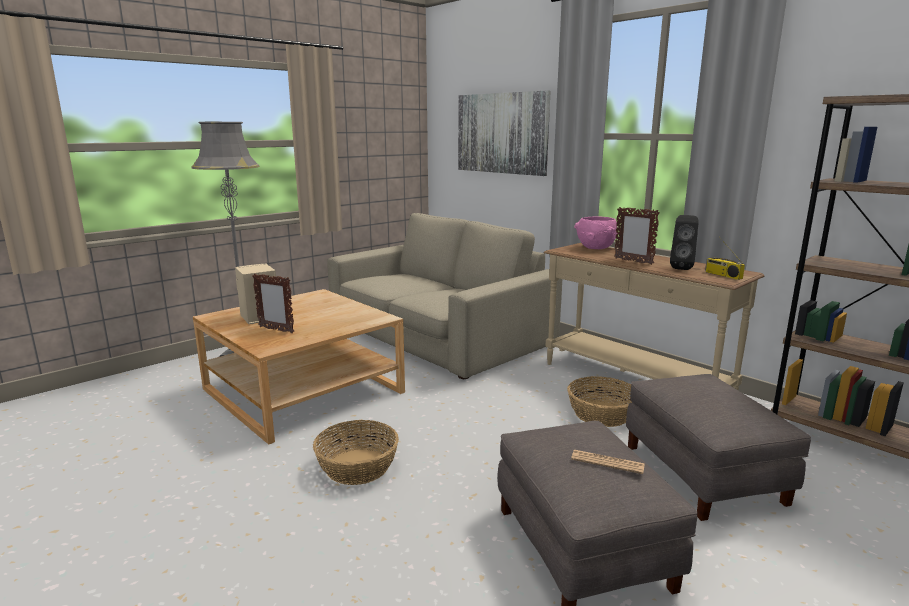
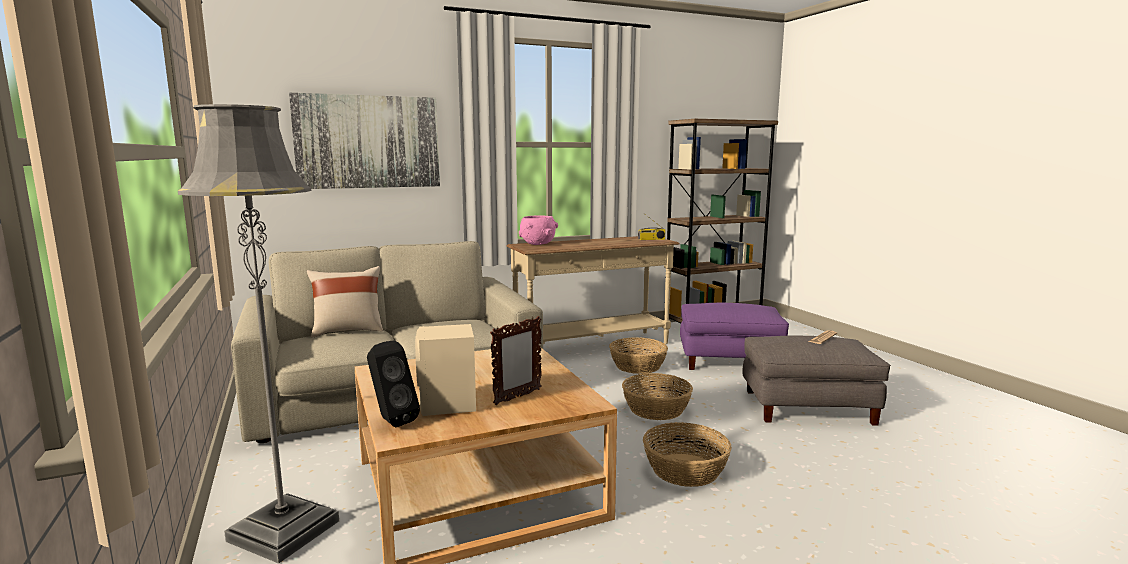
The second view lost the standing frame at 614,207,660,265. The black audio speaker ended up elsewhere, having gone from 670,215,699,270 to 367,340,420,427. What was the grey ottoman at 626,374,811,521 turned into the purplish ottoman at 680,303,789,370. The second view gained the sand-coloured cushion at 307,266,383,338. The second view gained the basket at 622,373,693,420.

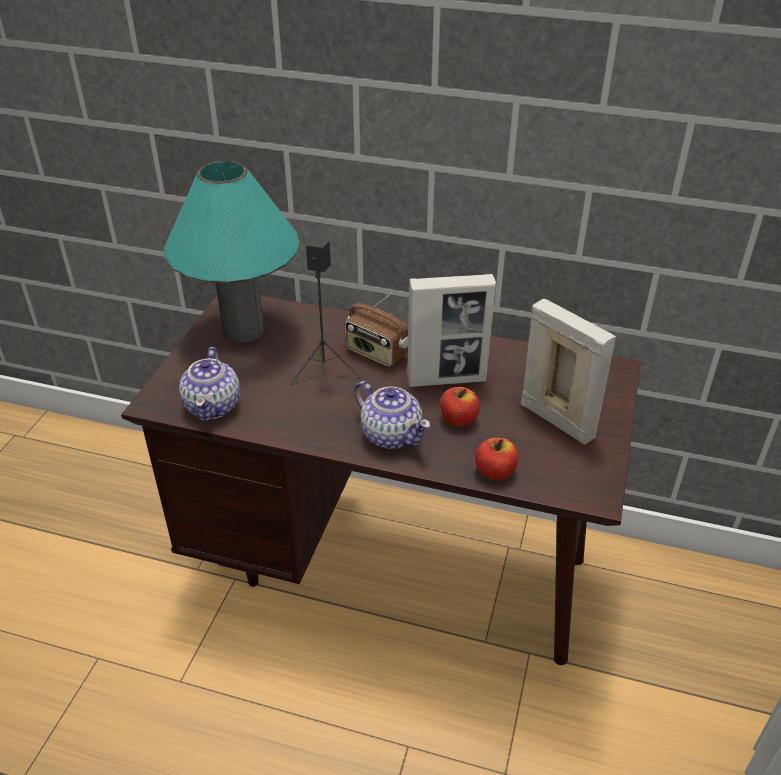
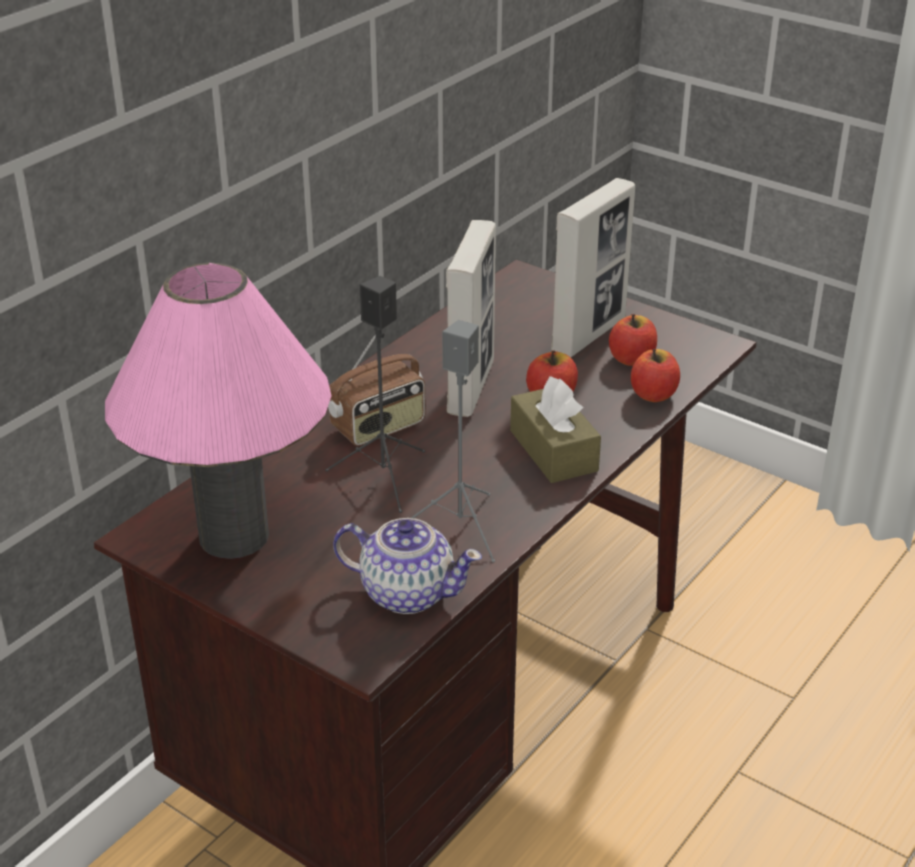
What was the blue-green tabletop lamp at 164,161,300,343 turned into the pink tabletop lamp at 105,263,331,559. The standing frame at 521,299,616,445 ended up facing another way, 150 degrees clockwise from before. Where the teapot stood at 354,381,431,449, the brown-coloured tissue box came to stand at 510,376,601,483. The second view gained the apple fruit at 609,314,657,366. The second view gained the grey audio speaker at 411,320,495,563.

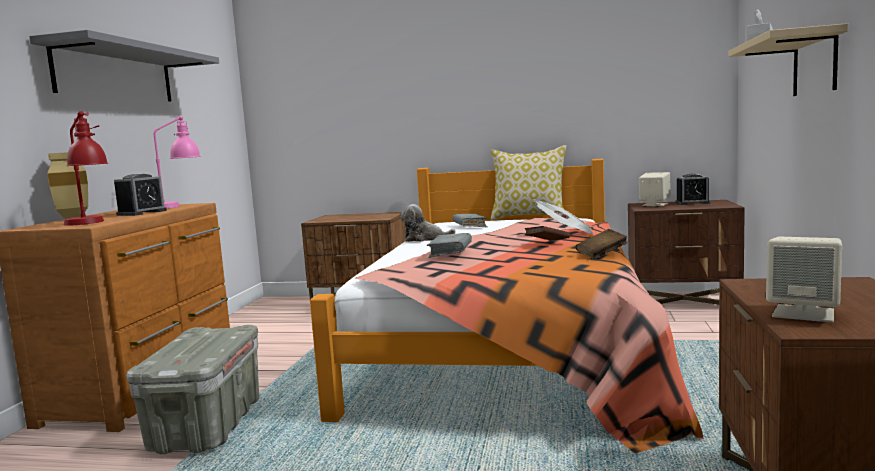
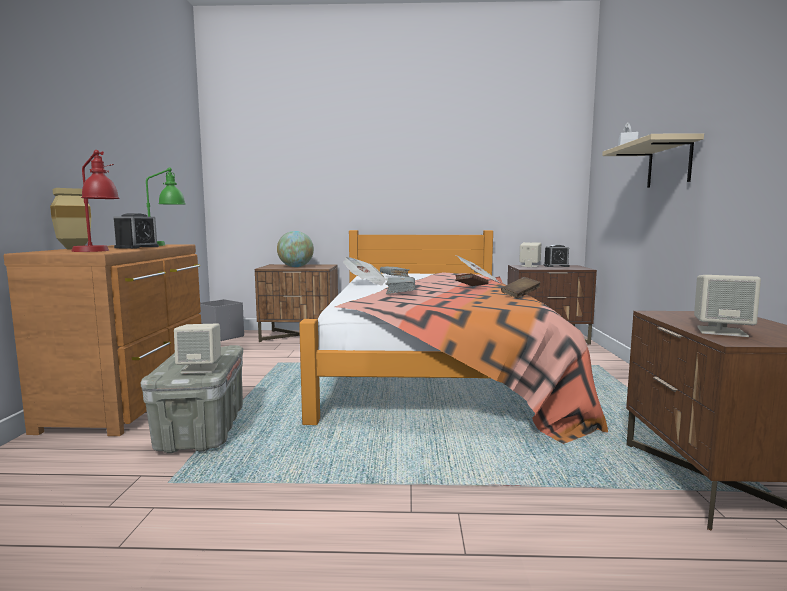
The second view lost the grey wall shelf at 29,30,219,101. What was the pink tabletop lamp at 154,115,201,209 turned into the greenish tabletop lamp at 146,168,185,246. The second view lost the cushion at 491,145,566,220. Where the plush toy stood at 400,204,455,242, the newspaper came to stand at 343,257,387,285. The second view gained the world globe at 277,231,314,267. The second view gained the grey storage box at 199,299,244,341. The second view gained the sand-coloured audio speaker at 174,324,221,374.

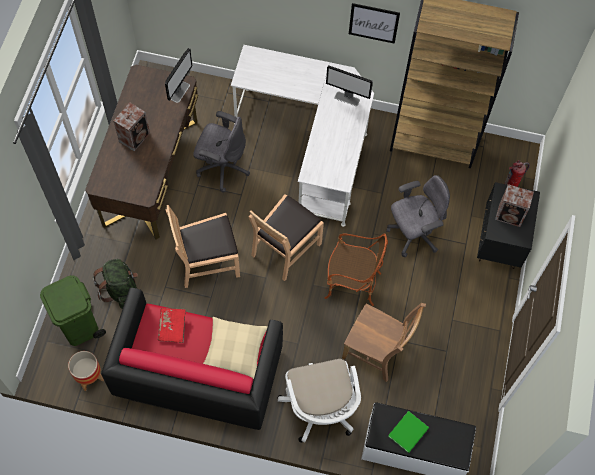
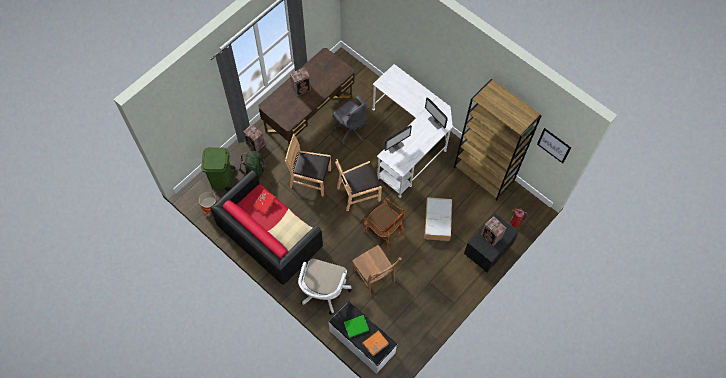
The wall picture ended up elsewhere, having gone from 349,3,400,44 to 537,128,571,163. The computer display ended up elsewhere, having gone from 165,48,193,103 to 384,125,412,154. Where the grey office chair stood at 386,175,450,257, the storage box came to stand at 424,197,452,241. The second view gained the audio speaker at 243,124,265,152. The second view gained the orange book at 362,331,389,356.

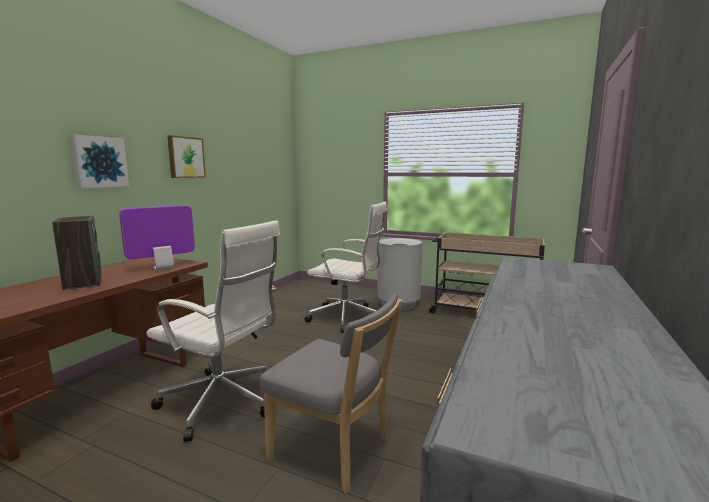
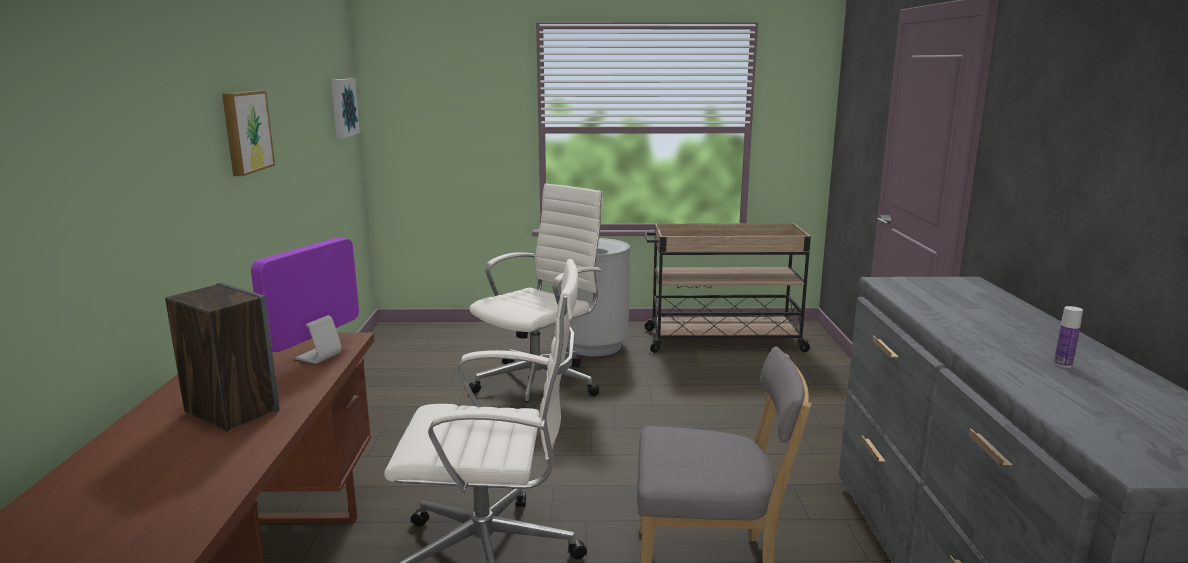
The wall picture ended up elsewhere, having gone from 70,135,129,188 to 331,79,360,139. The white office chair at 305,202,387,333 ended up facing another way, 45 degrees counterclockwise from before. The second view gained the beverage bottle at 1054,306,1083,368.

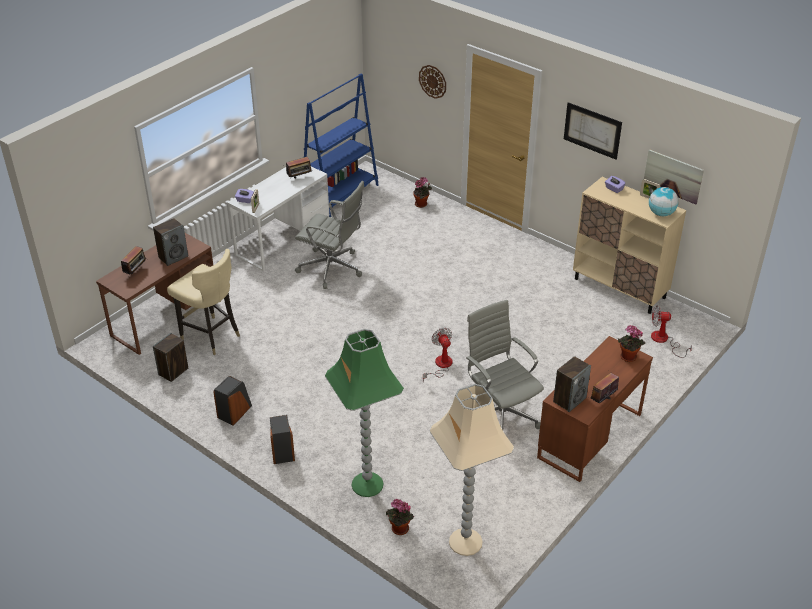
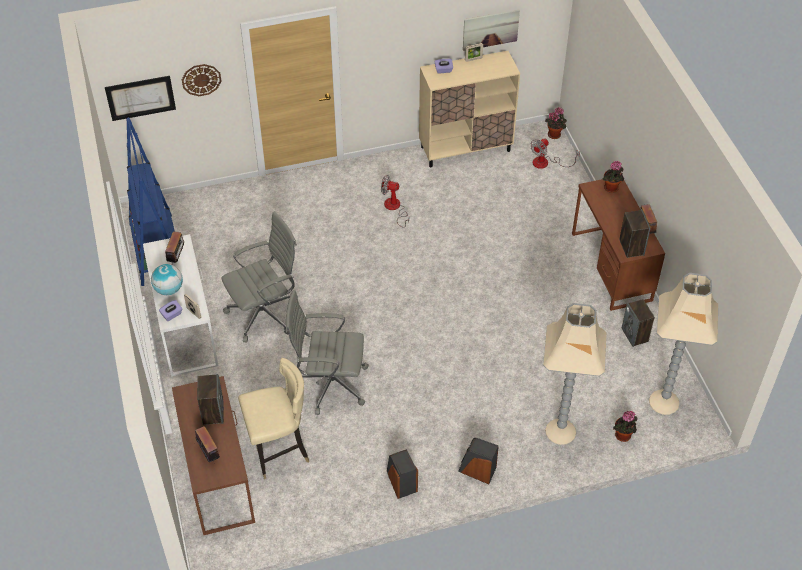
The wall picture ended up elsewhere, having gone from 564,102,622,160 to 105,76,176,121. The houseplant ended up elsewhere, having gone from 413,177,432,208 to 545,107,567,139. The world globe ended up elsewhere, having gone from 649,187,679,216 to 151,264,183,295. The grey office chair ended up elsewhere, having gone from 466,300,544,430 to 286,290,369,415. The fan ended up elsewhere, having gone from 423,328,453,382 to 381,175,409,228. What was the greenish floor lamp at 325,329,404,497 turned into the sand-coloured floor lamp at 543,303,607,445. The audio speaker ended up elsewhere, having gone from 153,333,188,382 to 622,299,655,347.

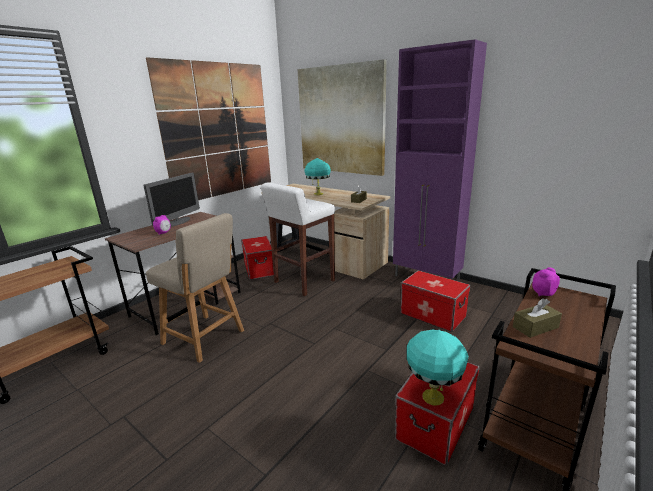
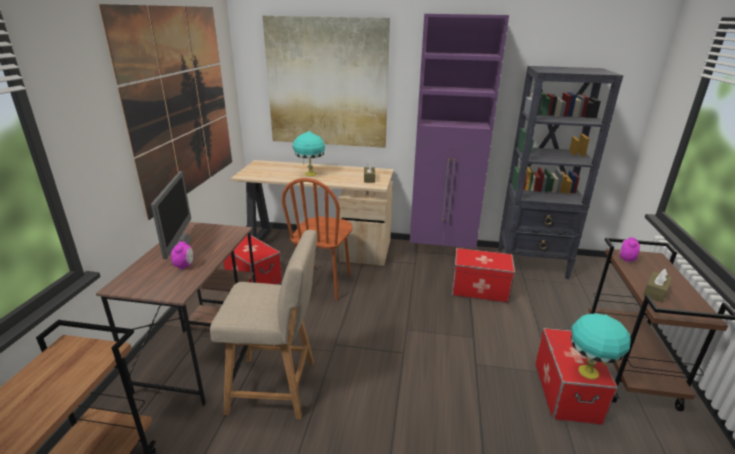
Where the white stool seat stood at 261,182,335,296, the brown-coloured upright chair came to stand at 282,178,353,300. The second view gained the black shelving unit at 498,66,623,279.

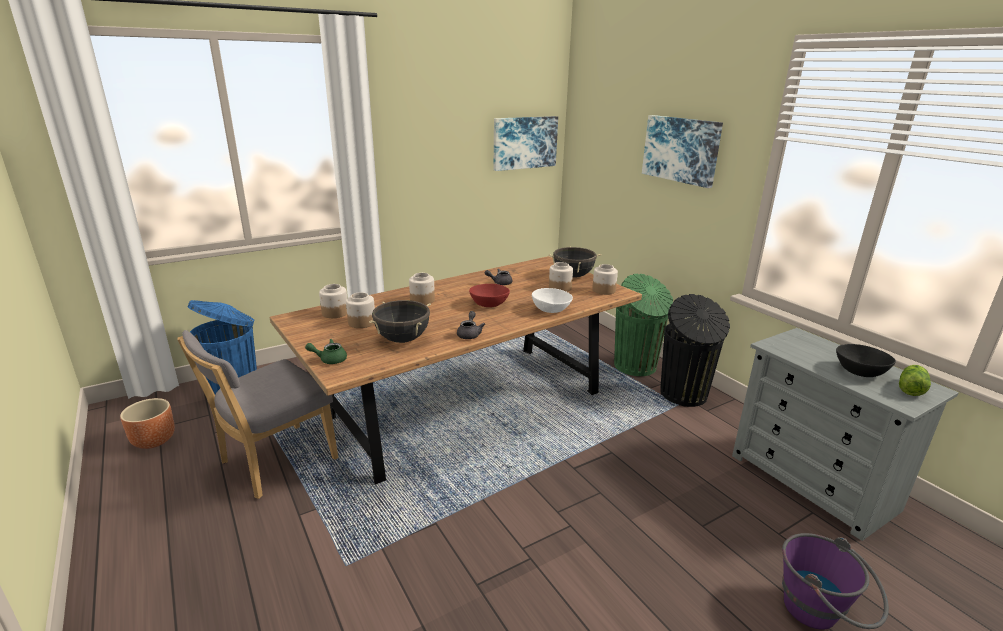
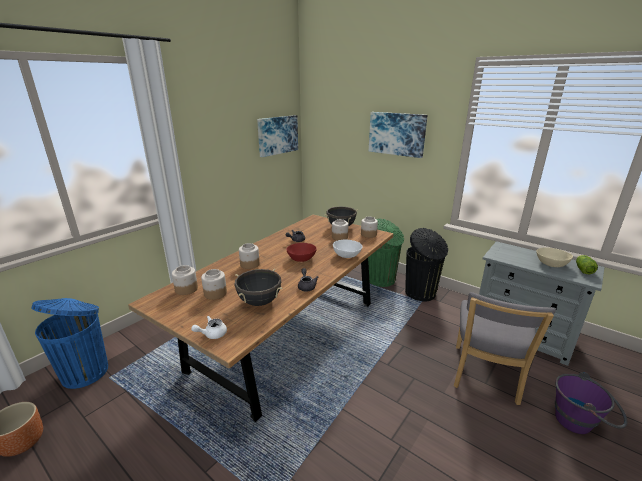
The grey upright chair ended up elsewhere, having gone from 178,330,339,499 to 454,292,556,405. What was the greenish teapot at 305,339,347,364 turned into the white teapot at 191,316,227,339. What was the black deep dish at 836,344,896,377 turned into the sand-coloured deep dish at 536,247,573,267.

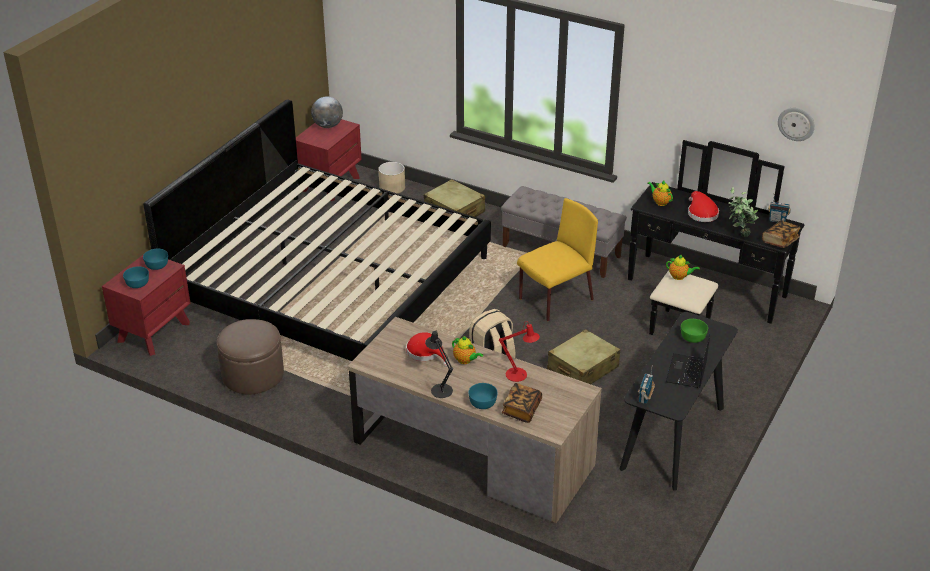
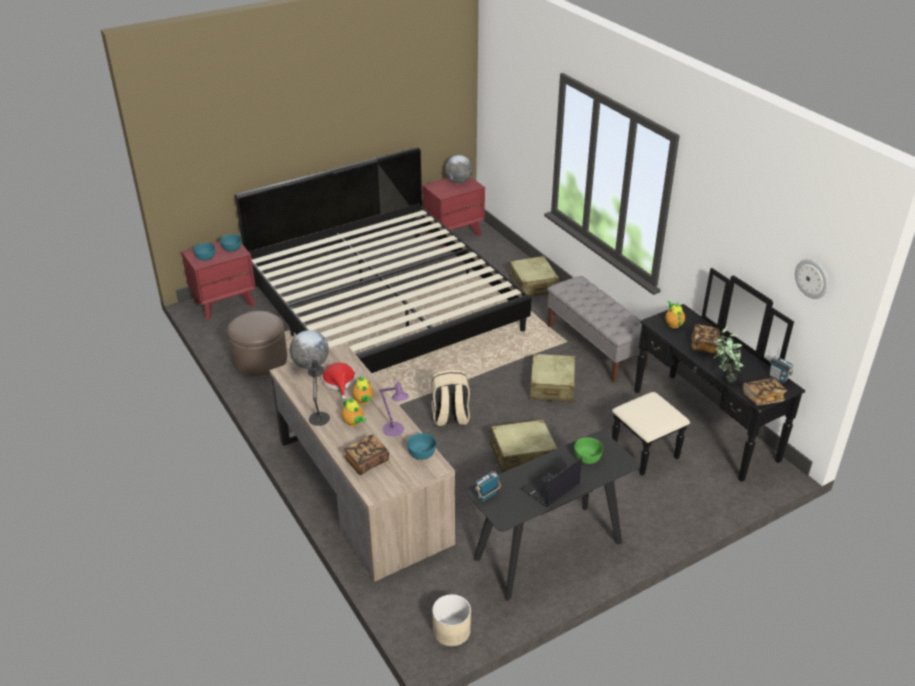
The sand-coloured flower pot ended up elsewhere, having gone from 378,162,405,194 to 432,594,471,646. Where the reddish clothing hat stood at 688,191,719,222, the book came to stand at 691,324,720,355. Where the yellowish upright chair stood at 517,198,598,321, the sand-coloured travel case came to stand at 530,354,575,402. The teapot ended up elsewhere, having gone from 666,254,700,280 to 342,398,366,426. What was the reddish tabletop lamp at 499,321,540,382 turned into the purplish tabletop lamp at 379,379,409,436. The blue-green deep dish ended up elsewhere, having gone from 468,383,498,409 to 407,433,436,460. The second view gained the world globe at 290,330,329,369.

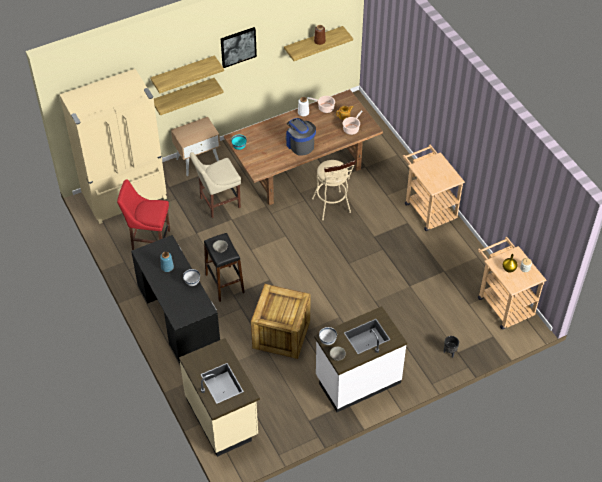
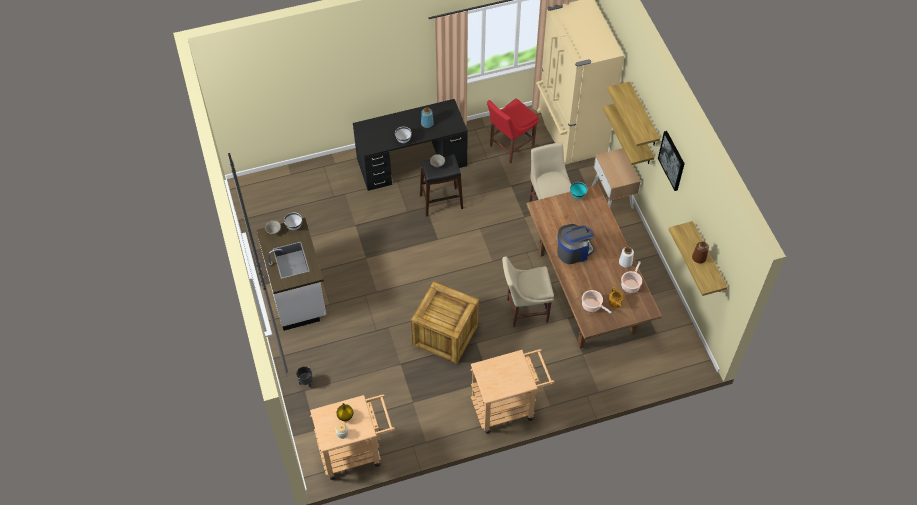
Where the sand-coloured stool seat stood at 312,160,356,220, the sand-coloured upright chair came to stand at 502,256,554,327. The reddish upright chair at 117,179,170,250 ended up facing another way, 150 degrees counterclockwise from before. The shipping crate ended up elsewhere, having gone from 251,284,311,359 to 411,281,479,364. The second view lost the sand-coloured kitchen base unit at 179,338,260,457.

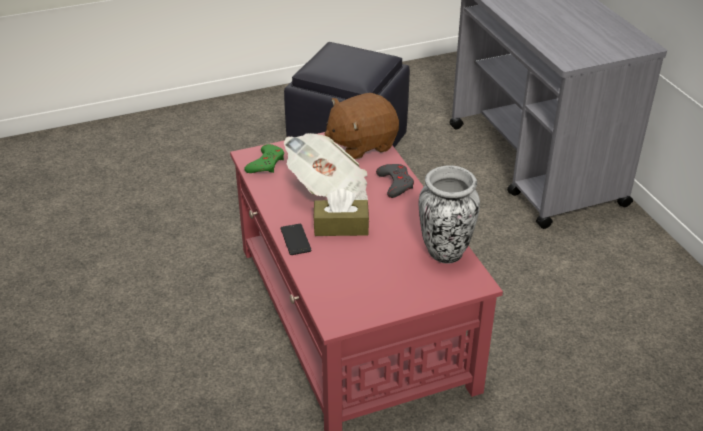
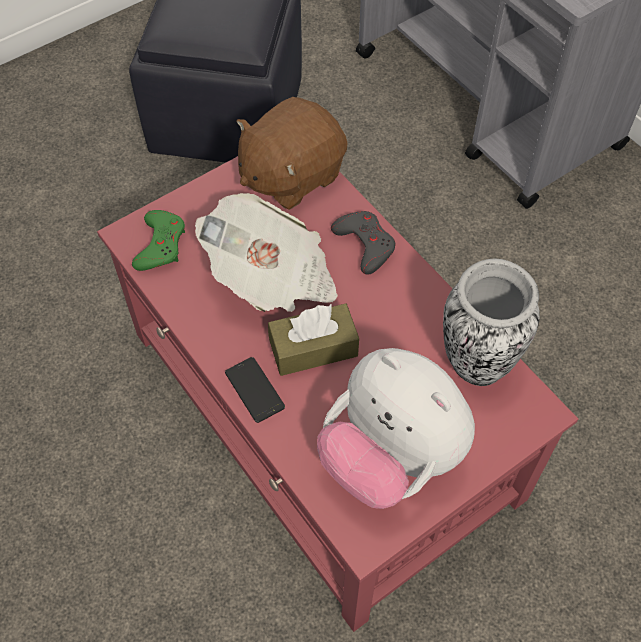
The second view gained the plush toy at 317,348,475,509.

